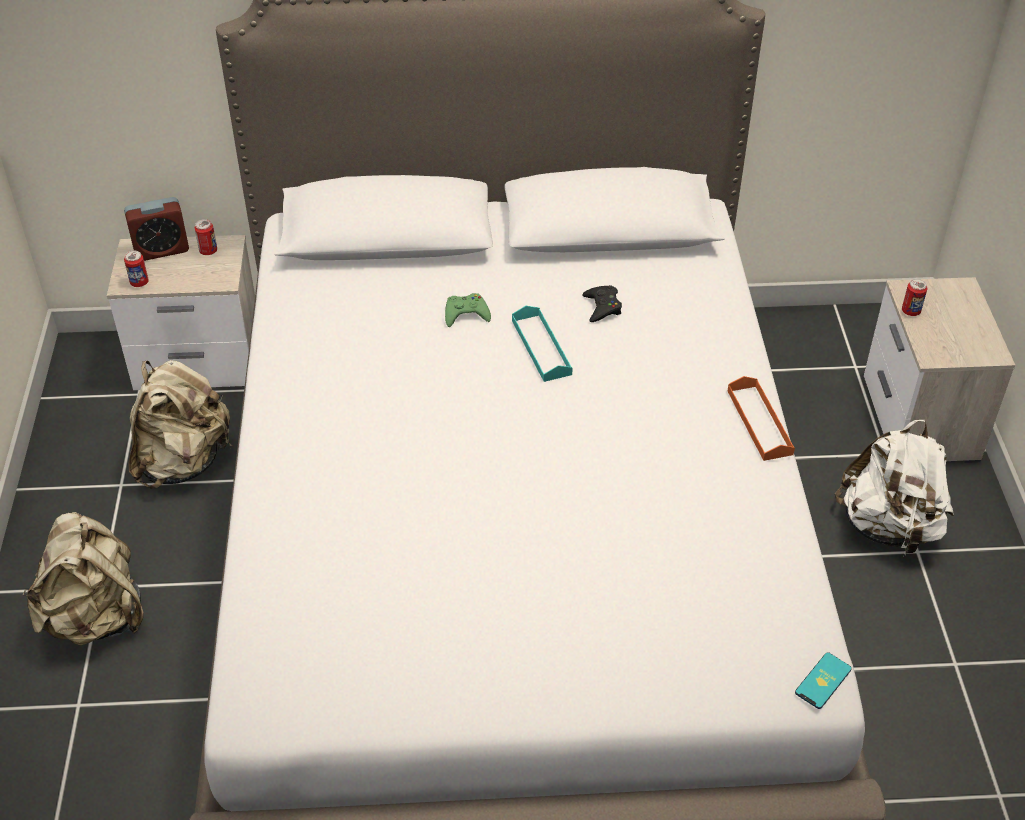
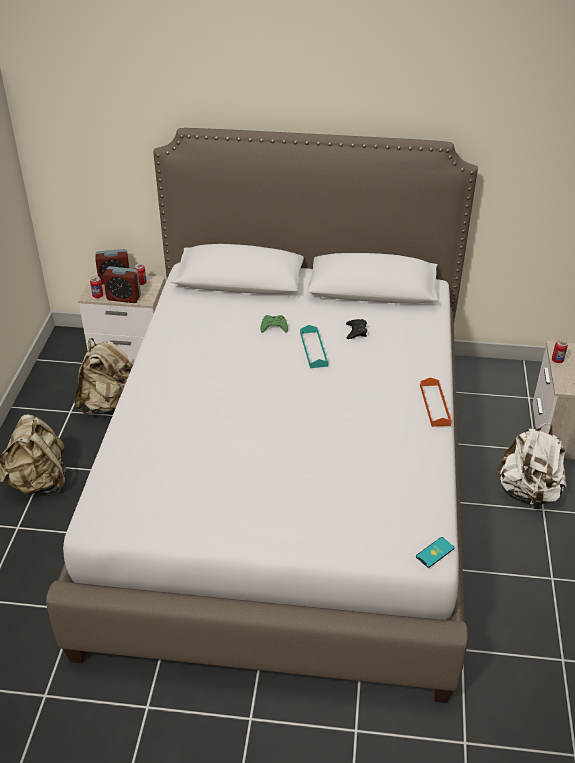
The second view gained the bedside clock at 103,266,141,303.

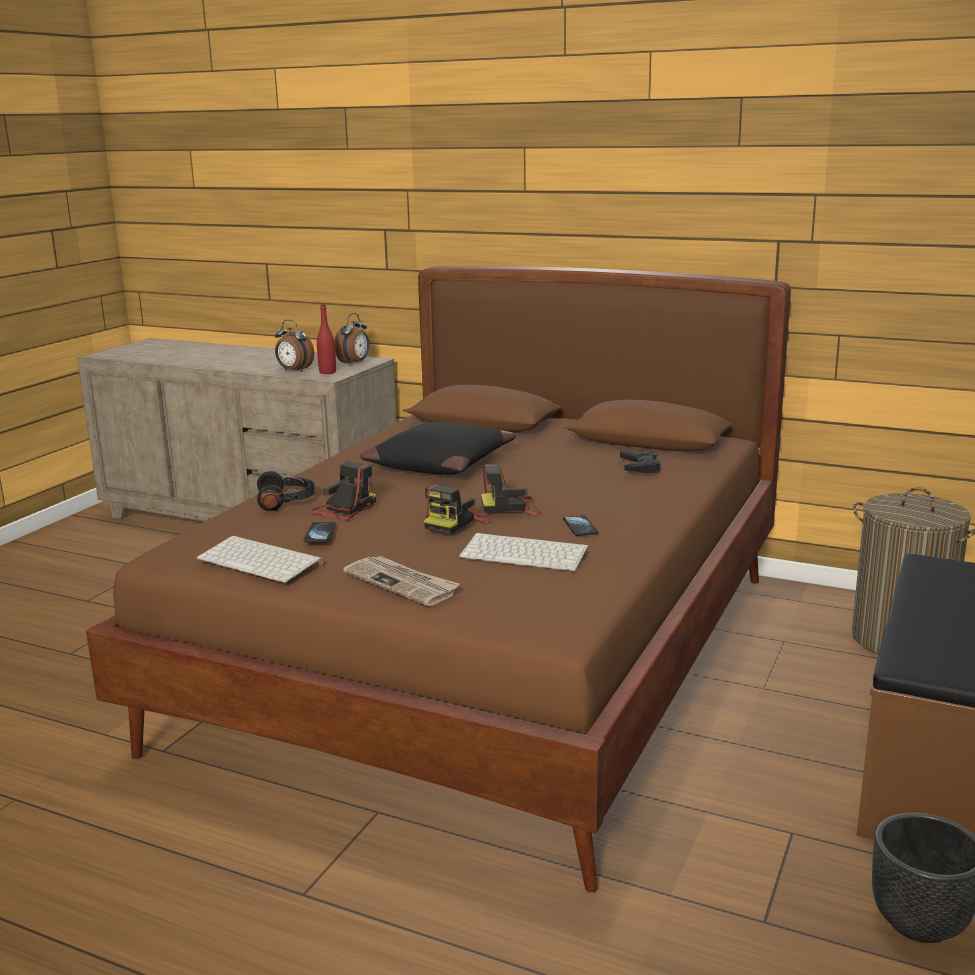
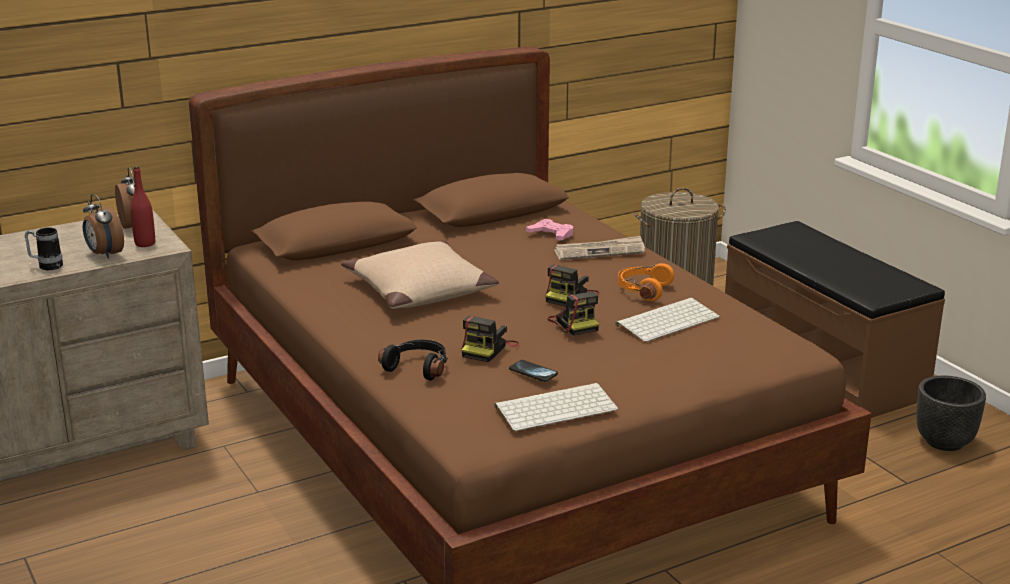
The bedside clock at 275,320,314,372 ended up facing another way, 75 degrees clockwise from before. What was the black cushion at 360,422,516,475 turned into the sand-coloured cushion at 341,240,499,309. What was the black joypad at 620,451,661,473 turned into the pink joypad at 526,219,574,241. The still camera at 311,461,376,520 ended up facing another way, 135 degrees counterclockwise from before. Where the handset stood at 563,515,598,536, the orange pair of headphones came to stand at 618,263,674,301. The newspaper ended up elsewhere, having gone from 343,556,460,606 to 554,236,645,260. The second view gained the coffee mug at 25,227,63,270.

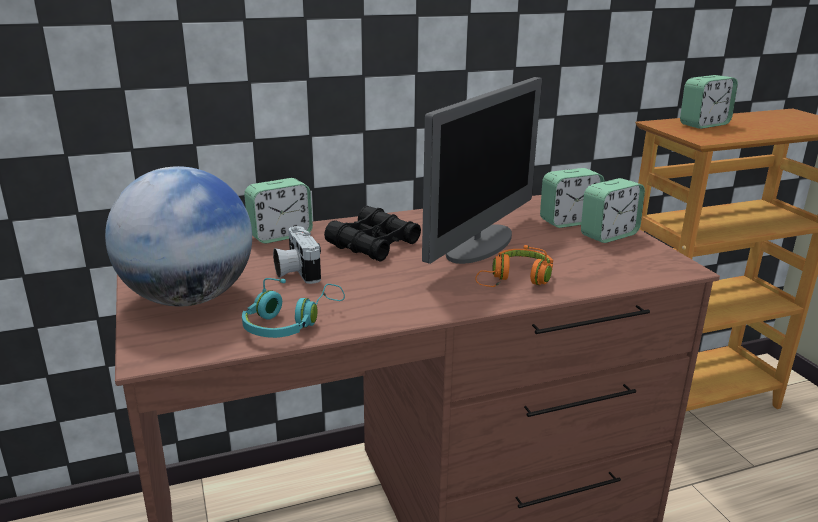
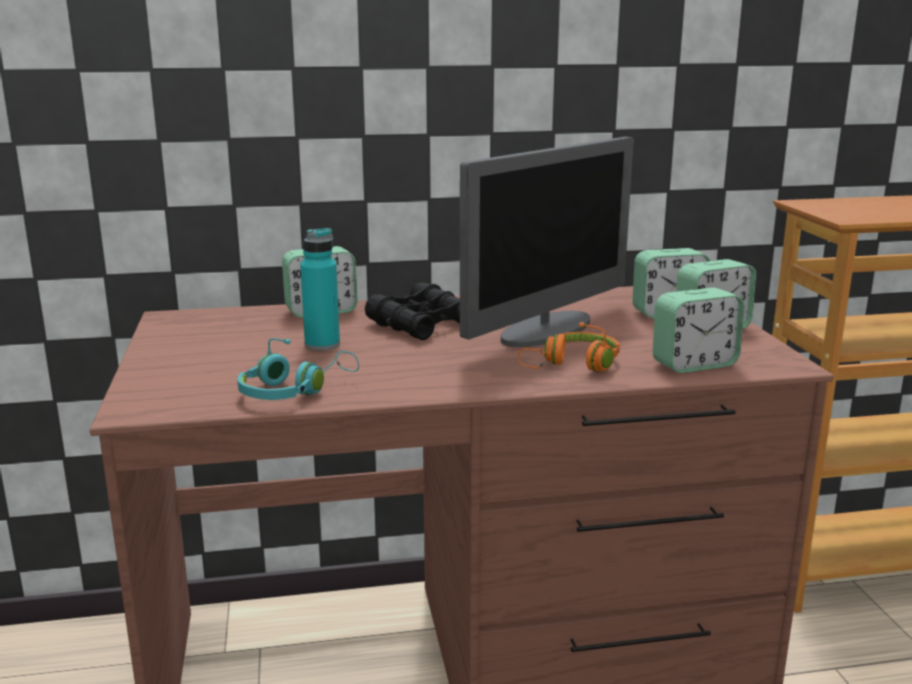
The bedside clock ended up elsewhere, having gone from 680,75,738,129 to 653,287,744,373. The second view lost the world globe at 105,166,252,307. Where the still camera stood at 273,226,321,284, the blue-green beverage bottle came to stand at 300,228,340,351.

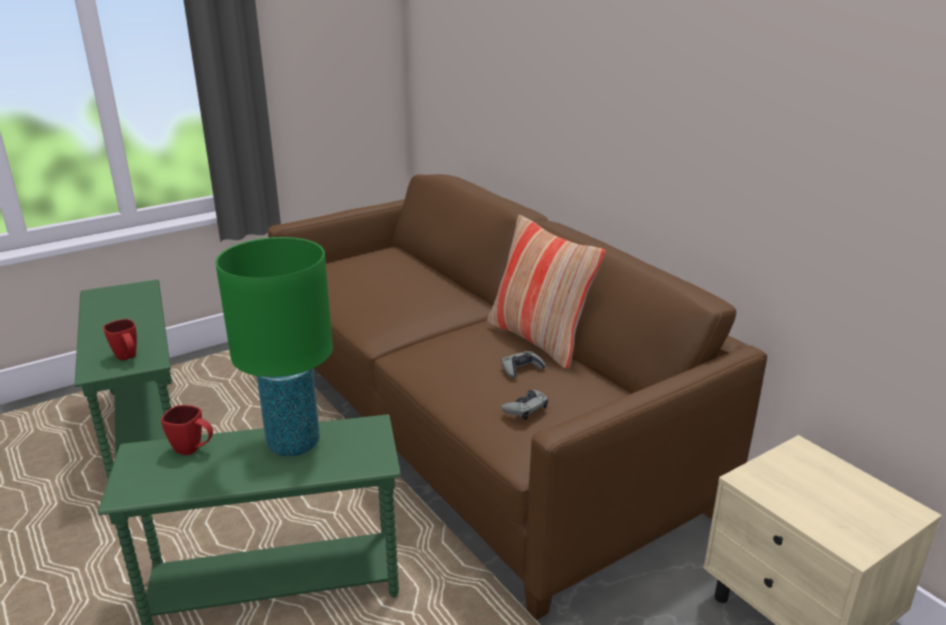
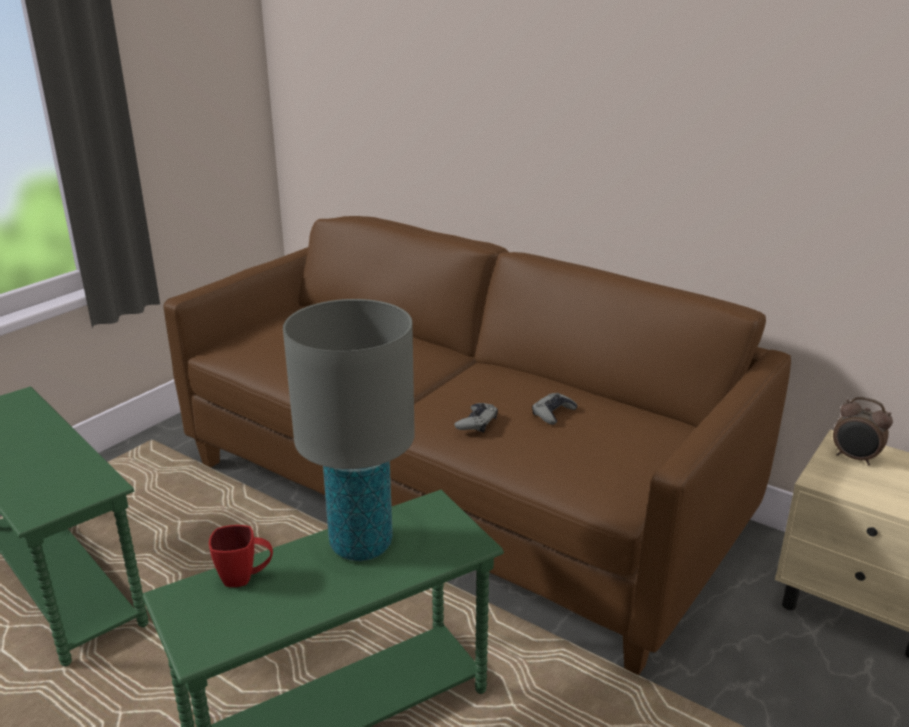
The second view lost the cushion at 487,215,606,369. What was the greenish tabletop lamp at 215,237,333,457 turned into the grey tabletop lamp at 283,299,415,561. The second view lost the reddish coffee mug at 103,319,137,361. The grey joypad ended up elsewhere, having gone from 501,390,548,420 to 454,403,498,433. The second view gained the bedside clock at 833,397,893,466.

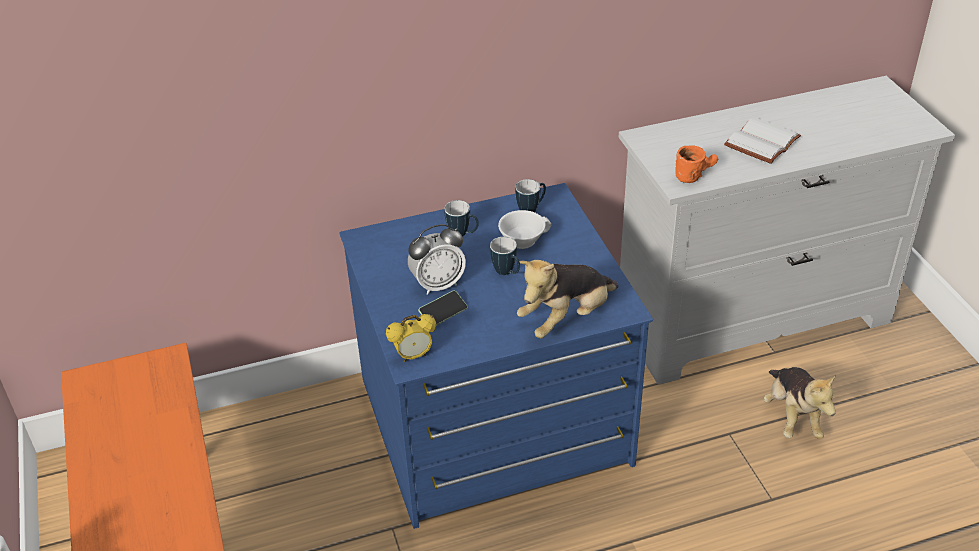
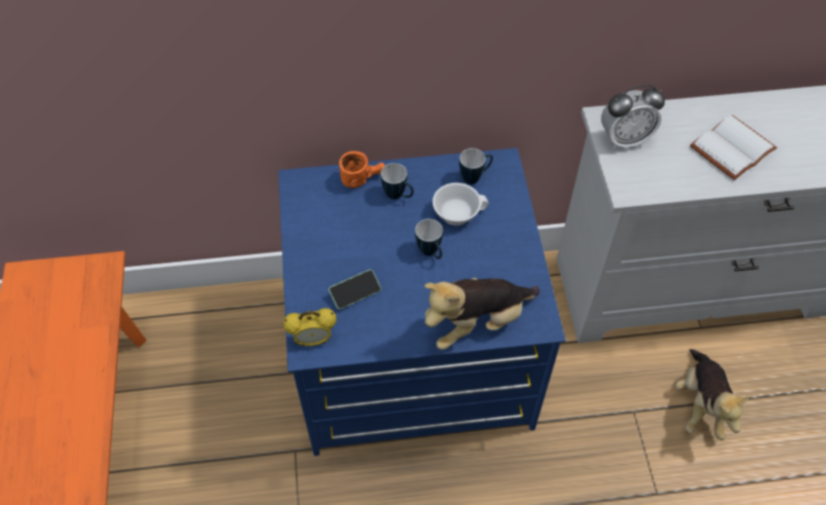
The orange coffee mug ended up elsewhere, having gone from 675,145,719,183 to 339,151,385,188. The bedside clock ended up elsewhere, having gone from 408,224,466,295 to 601,85,665,149.

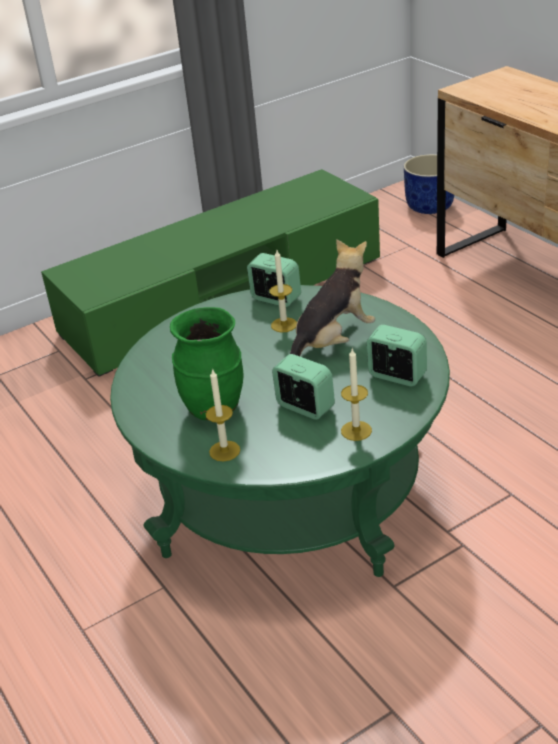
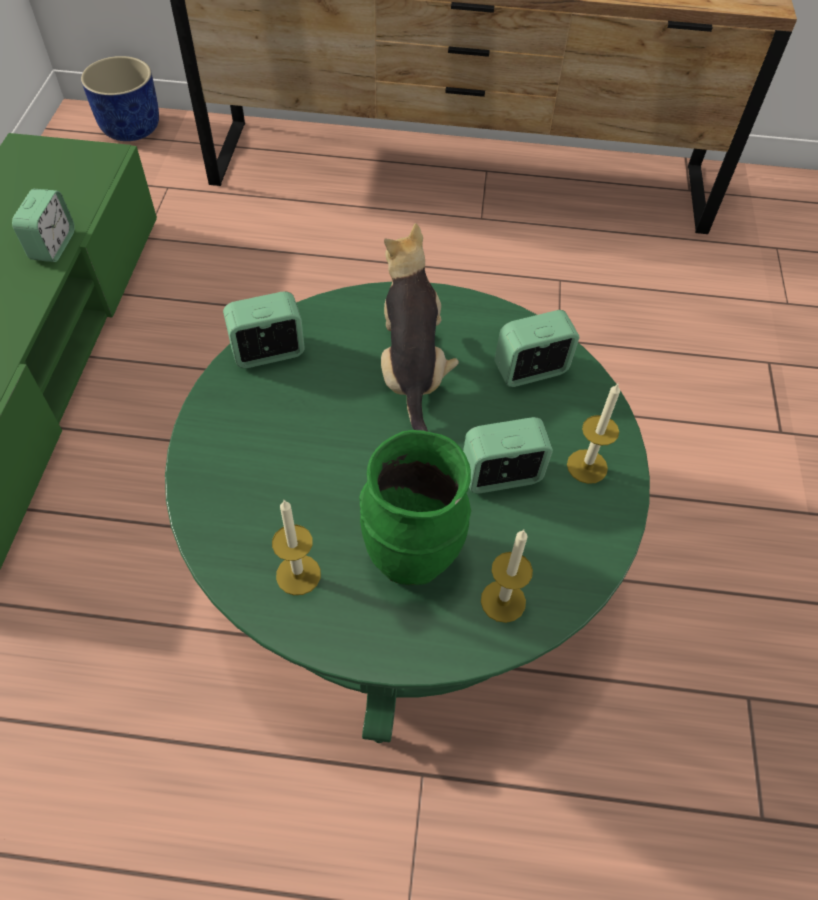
The candle ended up elsewhere, having gone from 269,250,297,332 to 272,499,321,595. The second view gained the bedside clock at 12,189,75,262.

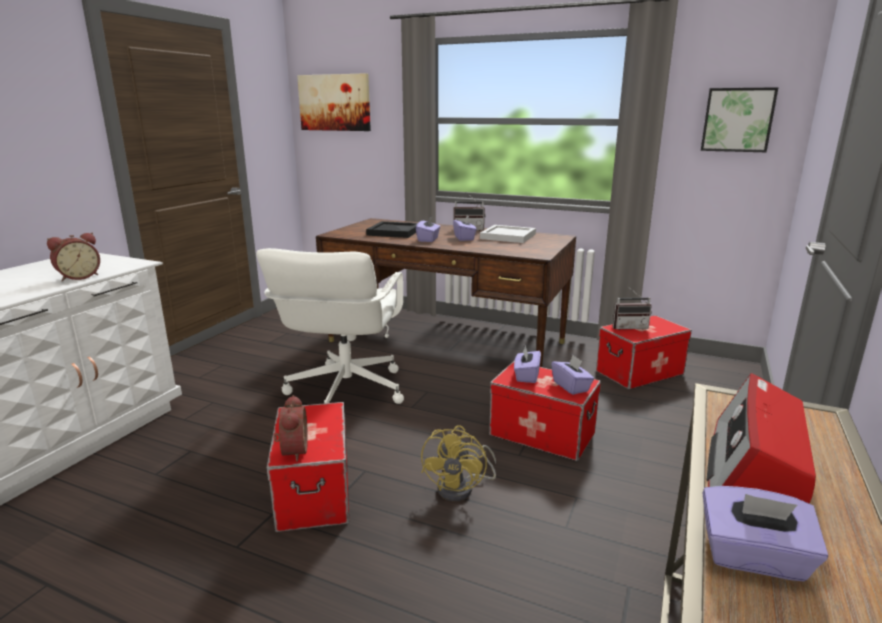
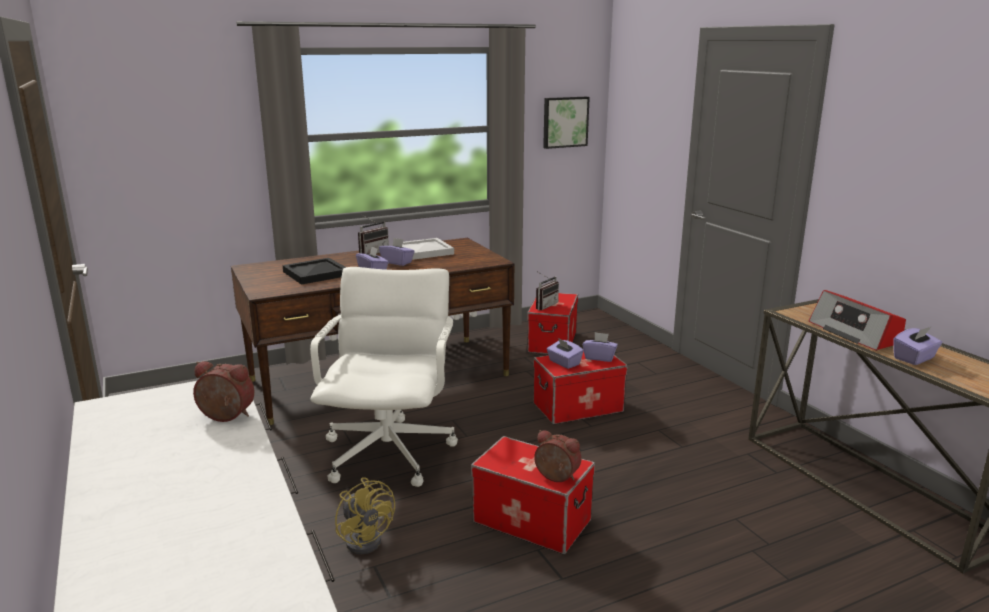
The second view lost the wall picture at 297,73,371,131. The bedside clock at 47,233,100,281 ended up facing another way, 75 degrees counterclockwise from before. The white office chair at 256,248,404,404 ended up facing another way, 135 degrees counterclockwise from before. The yellowish fan ended up elsewhere, having gone from 421,425,496,501 to 335,477,395,554.

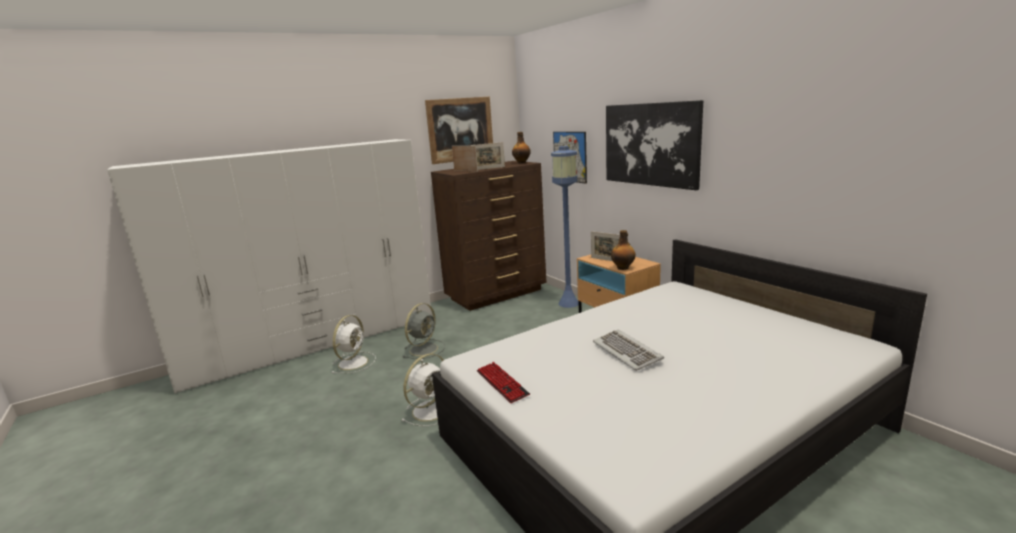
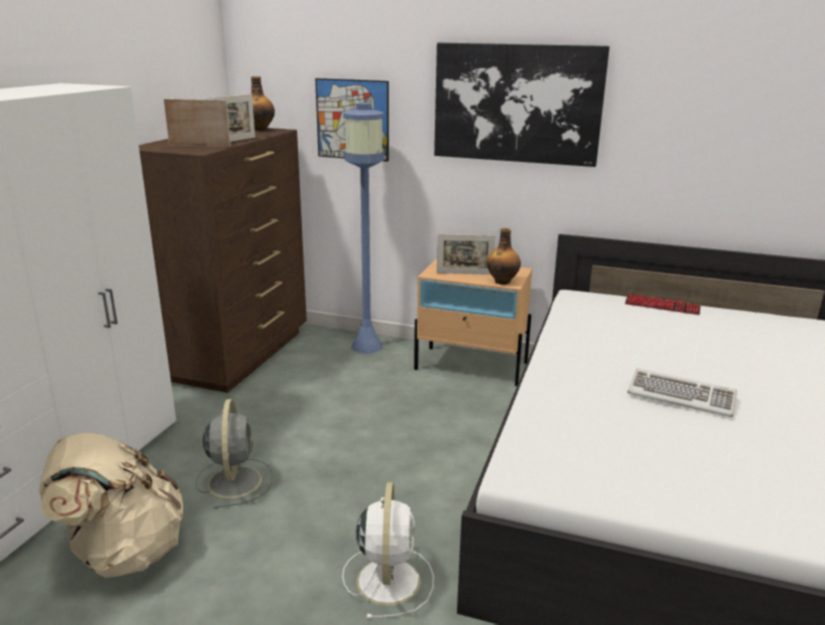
The second view lost the wall picture at 425,97,493,164. Where the white fan stood at 331,315,376,373, the sand-coloured rucksack came to stand at 38,433,183,578. The keyboard ended up elsewhere, having gone from 477,362,530,403 to 625,293,700,315.

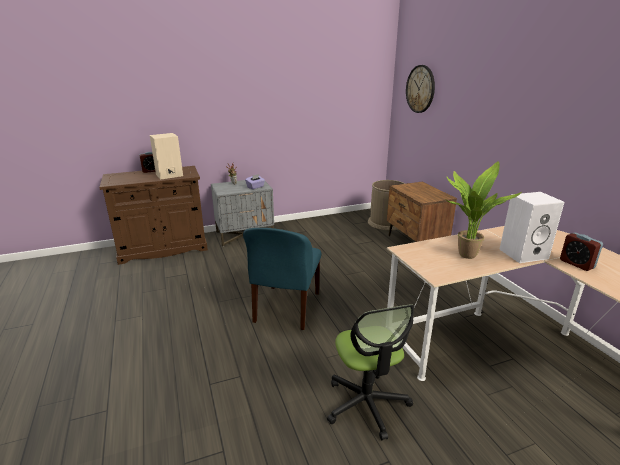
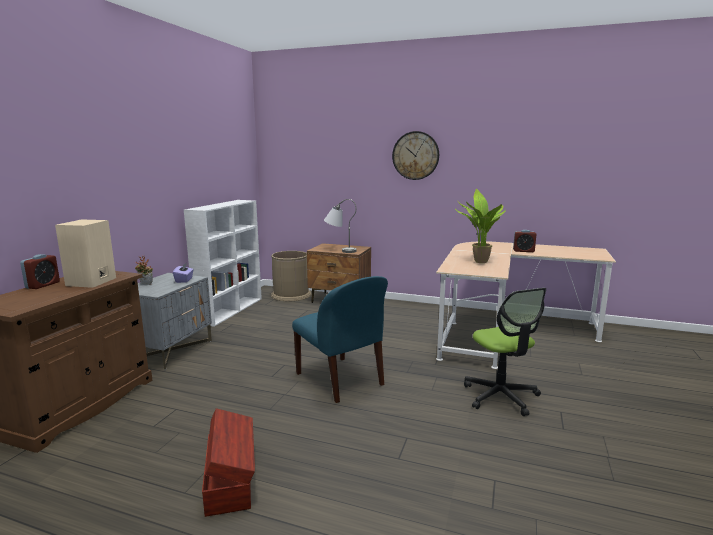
The hanging clock ended up elsewhere, having gone from 406,65,435,113 to 392,131,439,180. The second view lost the white audio speaker at 499,192,564,263. The office chair at 327,305,414,440 ended up facing another way, 45 degrees clockwise from before. The second view gained the grey tabletop lamp at 324,199,357,253. The second view gained the white shelving unit at 184,200,262,327. The second view gained the brown-coloured storage box at 202,408,255,517.

